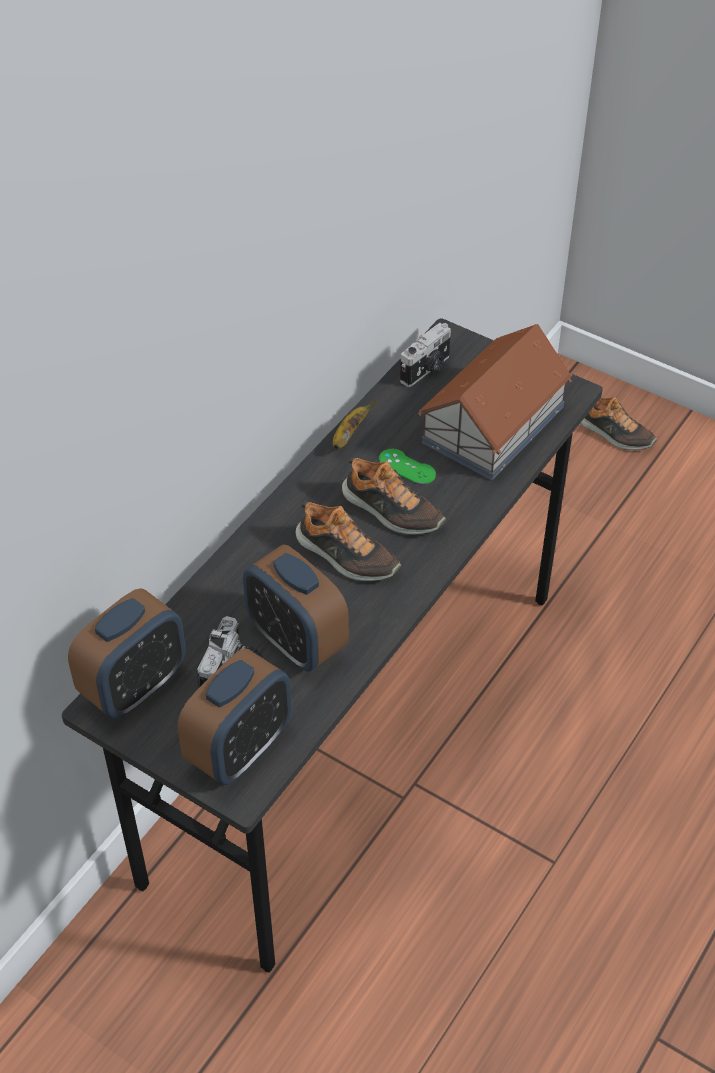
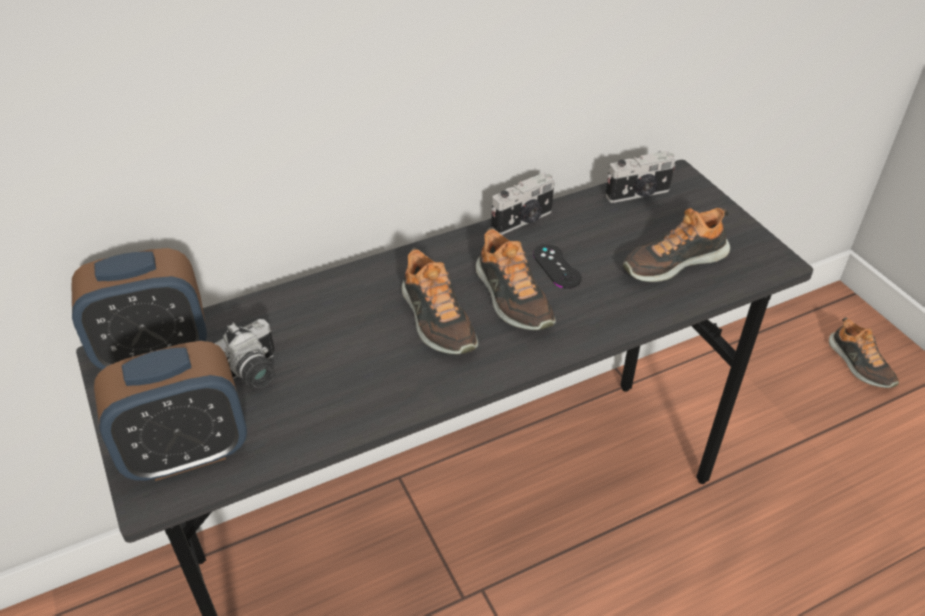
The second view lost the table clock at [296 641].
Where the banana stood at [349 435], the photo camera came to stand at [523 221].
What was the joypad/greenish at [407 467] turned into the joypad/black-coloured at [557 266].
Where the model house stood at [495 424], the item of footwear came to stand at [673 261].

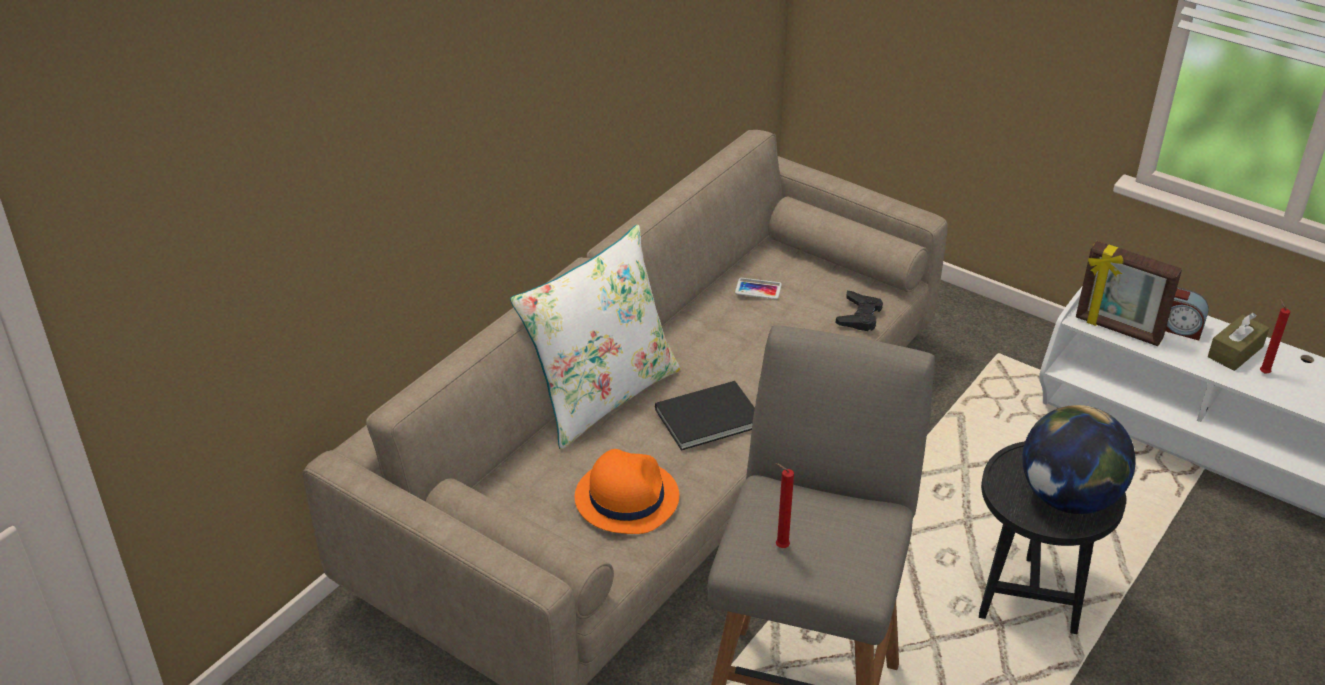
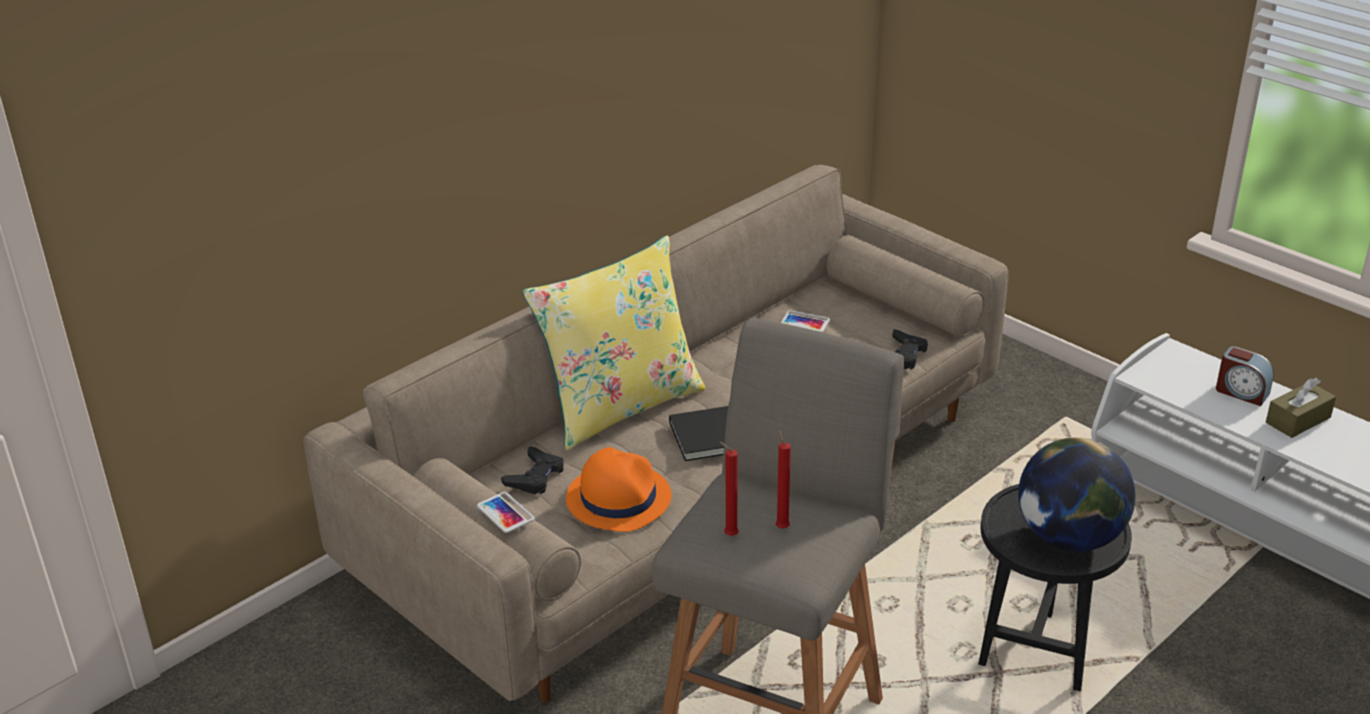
What was the pillow/white-coloured at [601 395] turned into the pillow/yellow-coloured at [620 406].
The second view lost the picture frame at [1118 329].
The wax candle/red-coloured ended up elsewhere, having gone from [1262 372] to [781 527].
The second view gained the phone at [505 513].
The second view gained the joypad/black-coloured at [535 476].

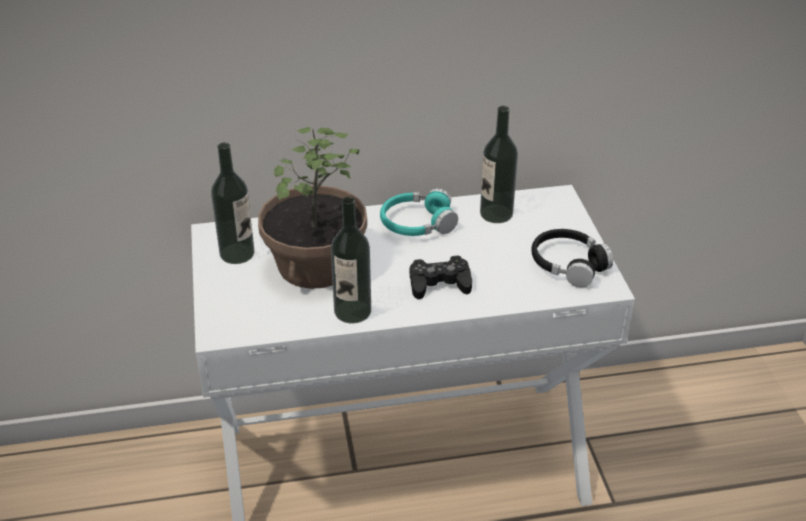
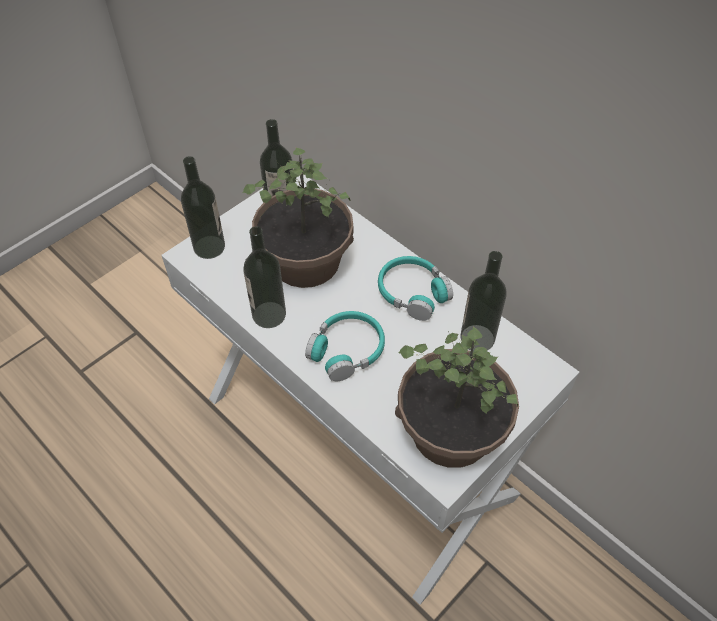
Where the joypad/black-coloured stood at [439 283], the headset/turquoise came to stand at [347 350].
Where the headset/black-coloured stood at [568 265], the potted plant came to stand at [451 430].
The second view gained the drink bottle at [209 247].

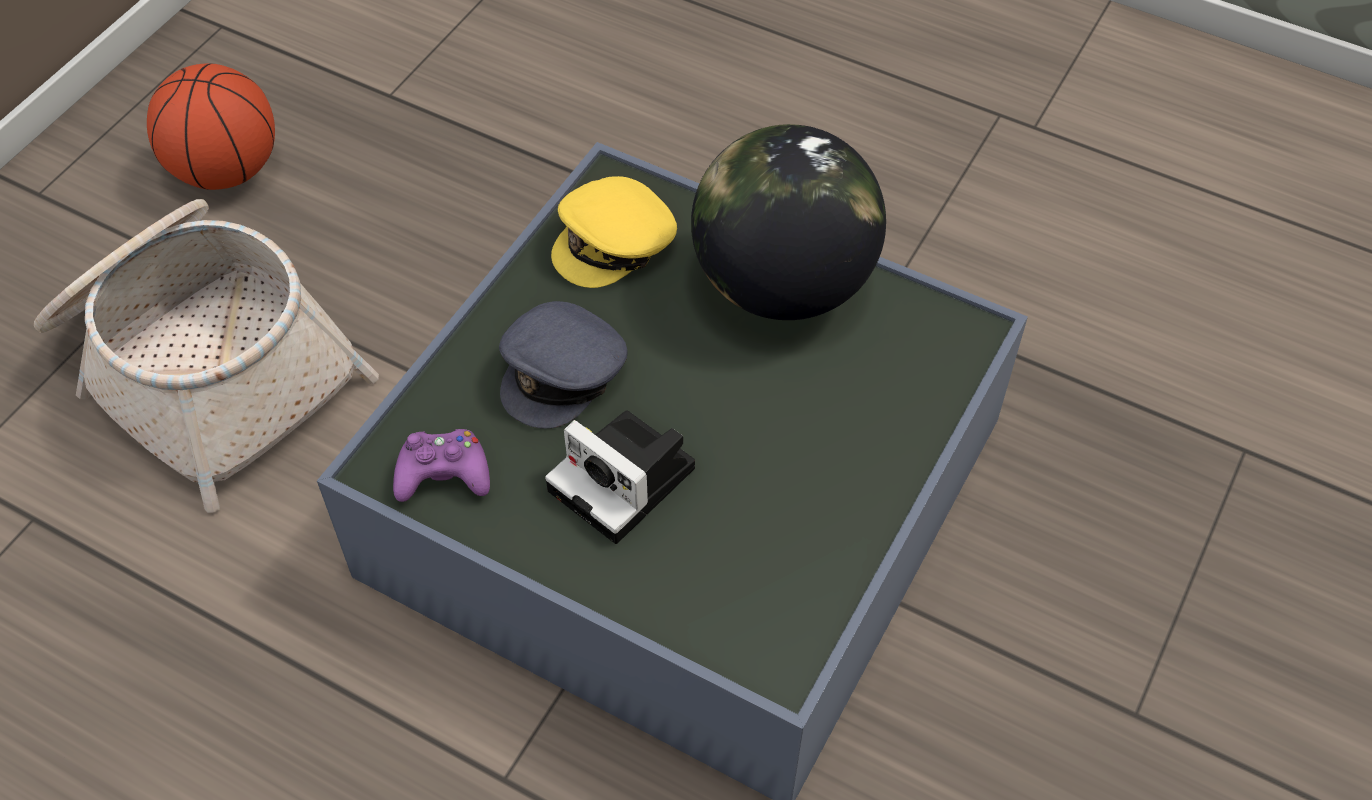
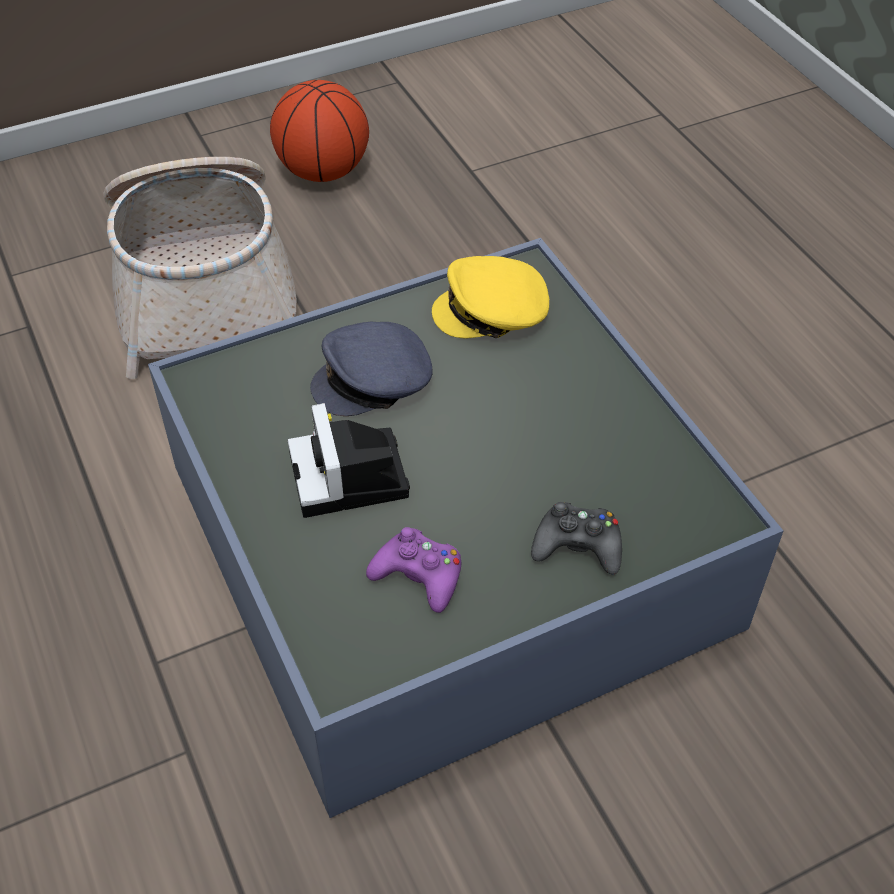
The joypad/purple ended up elsewhere, having gone from [443 473] to [419 575].
The second view lost the desk globe at [783 285].
The second view gained the joypad/black-coloured at [578 545].

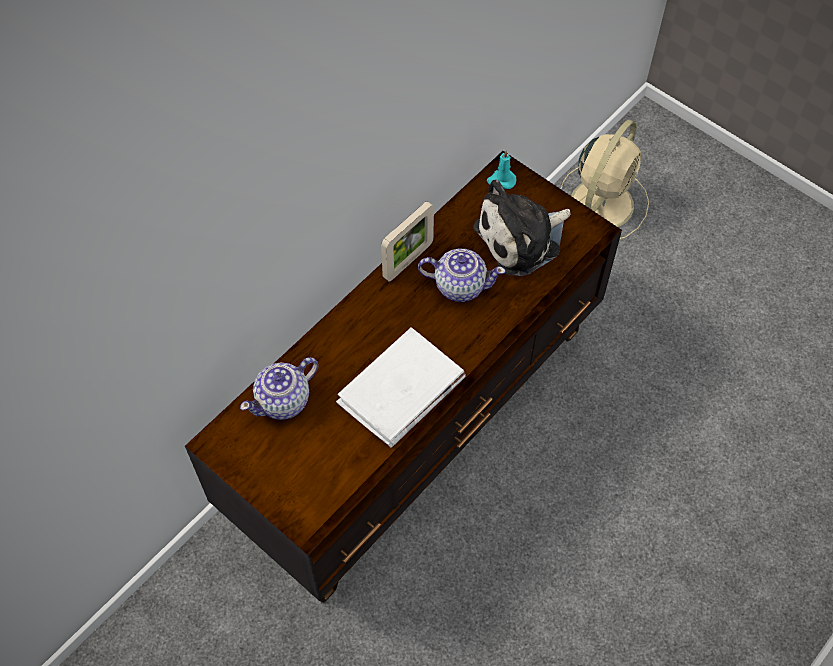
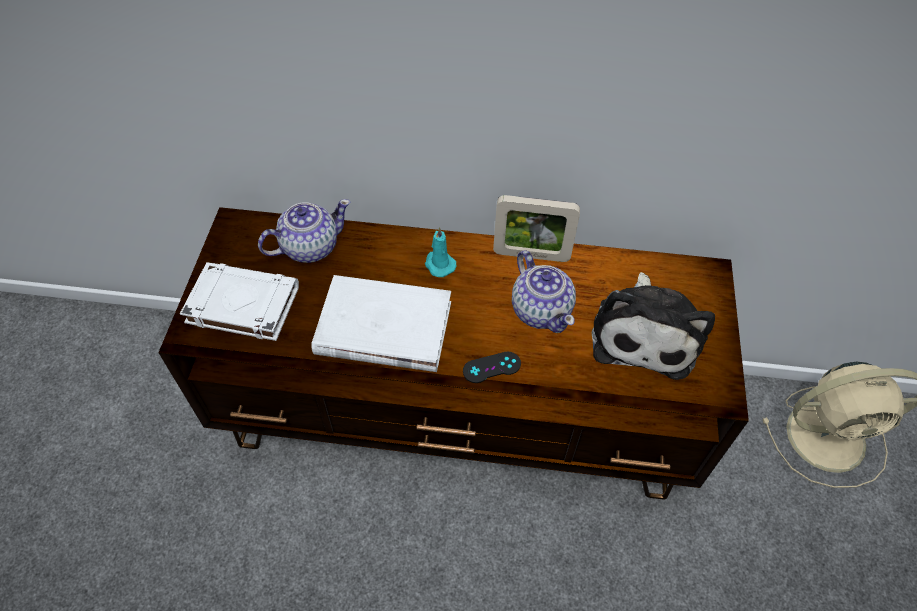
The tea pot at [284 400] ended up facing another way, 135 degrees clockwise from before.
The plush toy at [522 238] ended up facing another way, 105 degrees counterclockwise from before.
The wax candle/turquoise ended up elsewhere, having gone from [501 180] to [439 264].
The second view gained the volume/white-coloured at [241 305].
The second view gained the joypad/black-coloured at [491 367].

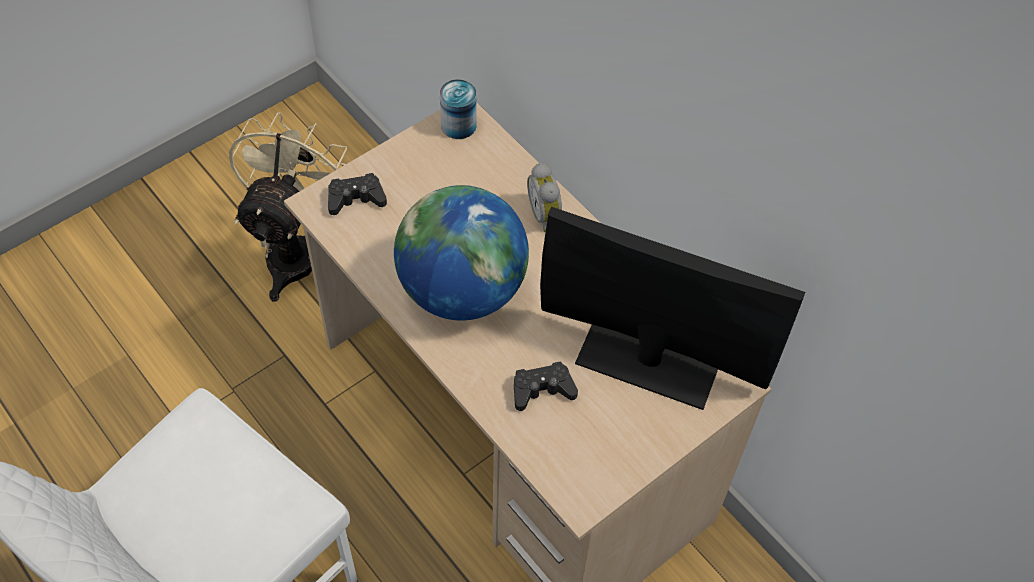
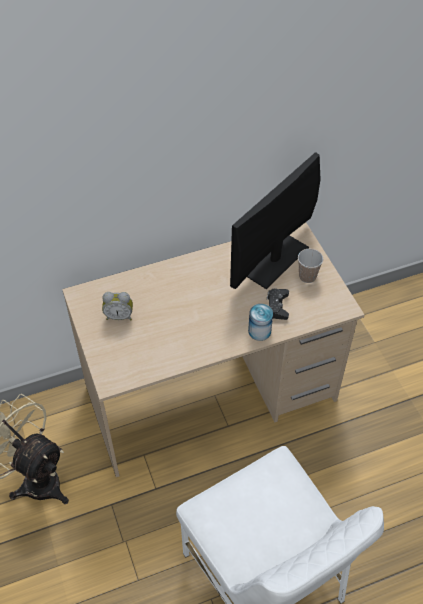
The second view lost the joypad/black-coloured at [356 199].
The second view lost the desk globe at [462 290].
The metal can ended up elsewhere, having gone from [458 125] to [259 331].
The table clock ended up elsewhere, having gone from [546 214] to [119 316].
The second view gained the small cup at [307 277].

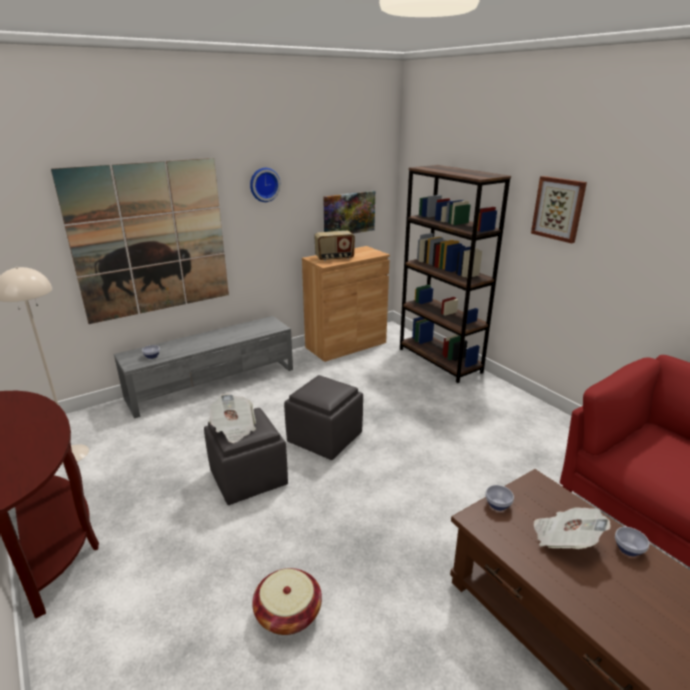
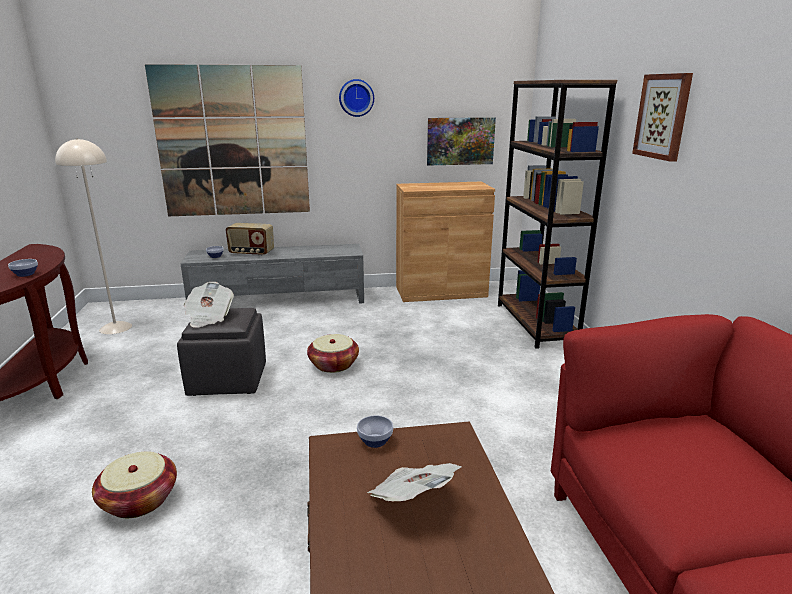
Where the footrest/grey stood at [324 437], the household basket came to stand at [333 365].
The radio set ended up elsewhere, having gone from [334 258] to [251 253].
The serving bowl ended up elsewhere, having gone from [627 549] to [25 274].

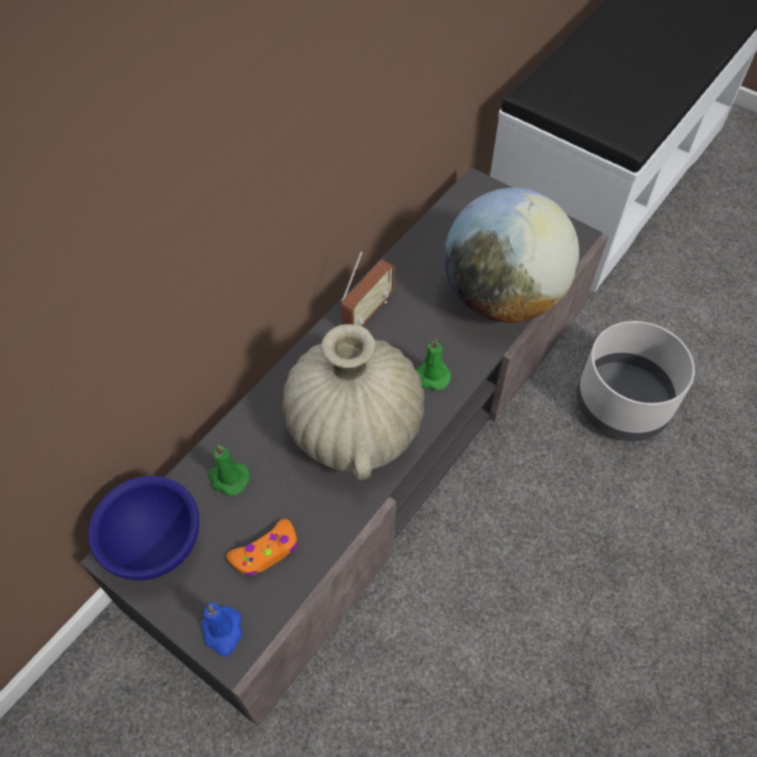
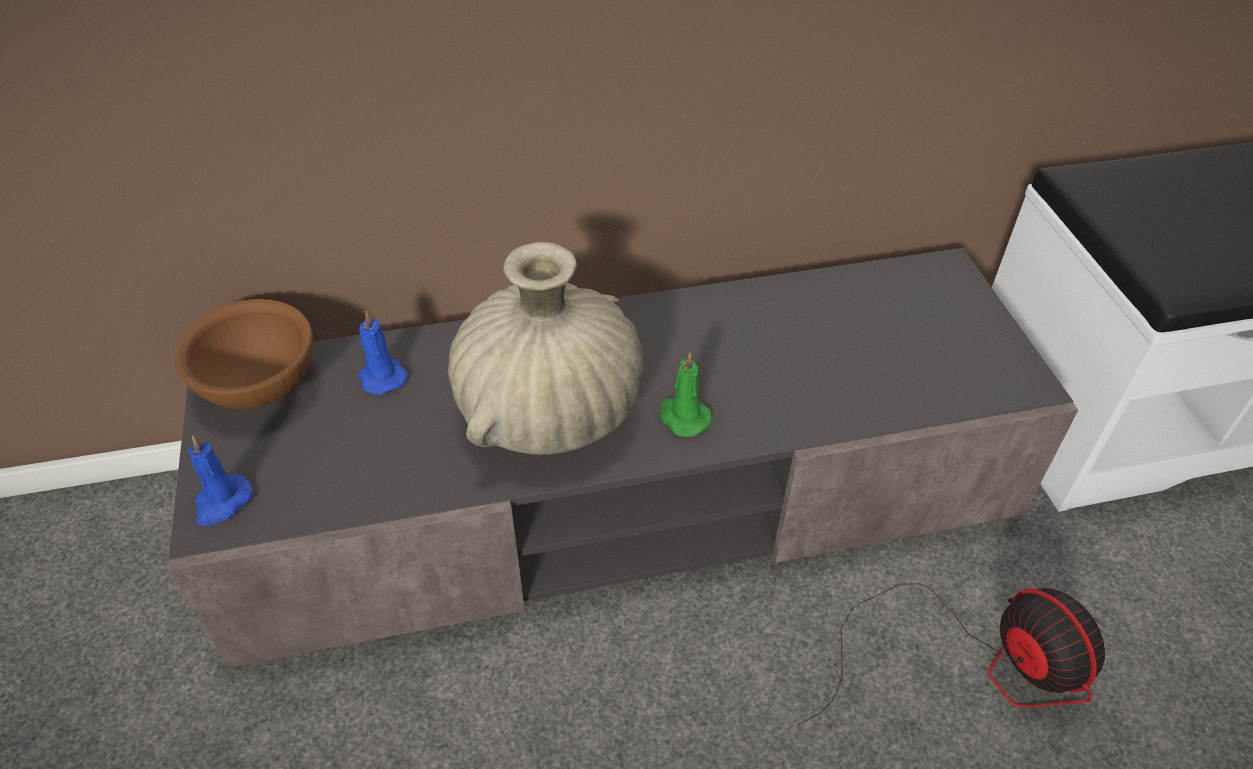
What was the serving bowl/blue-coloured at [154 543] turned into the serving bowl/brown-coloured at [260 385].
What was the wax candle/greenish at [228 478] turned into the wax candle/blue-coloured at [381 376].
The second view lost the joypad/orange-coloured at [266 552].
The second view lost the radio set at [368 312].
The second view lost the desk globe at [502 297].
Where the plant pot/grey stood at [623 404], the cooling fan came to stand at [972 661].

